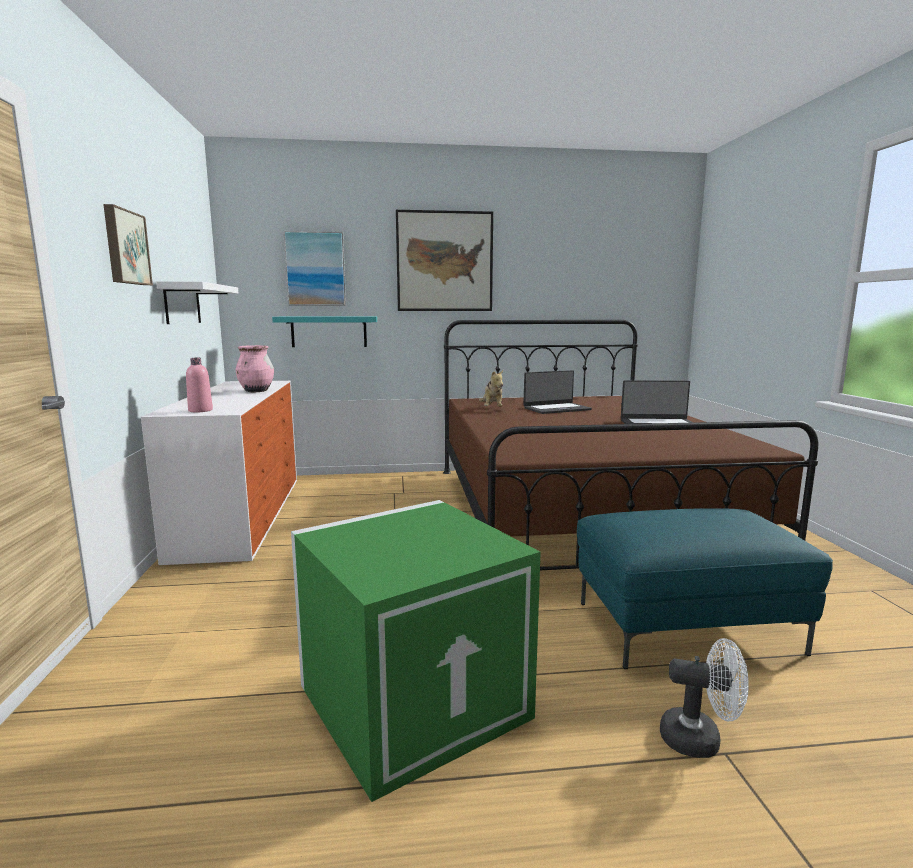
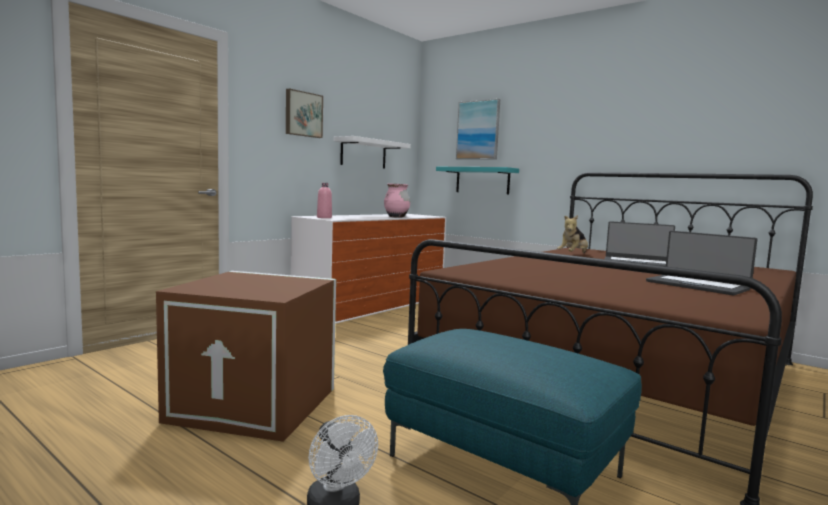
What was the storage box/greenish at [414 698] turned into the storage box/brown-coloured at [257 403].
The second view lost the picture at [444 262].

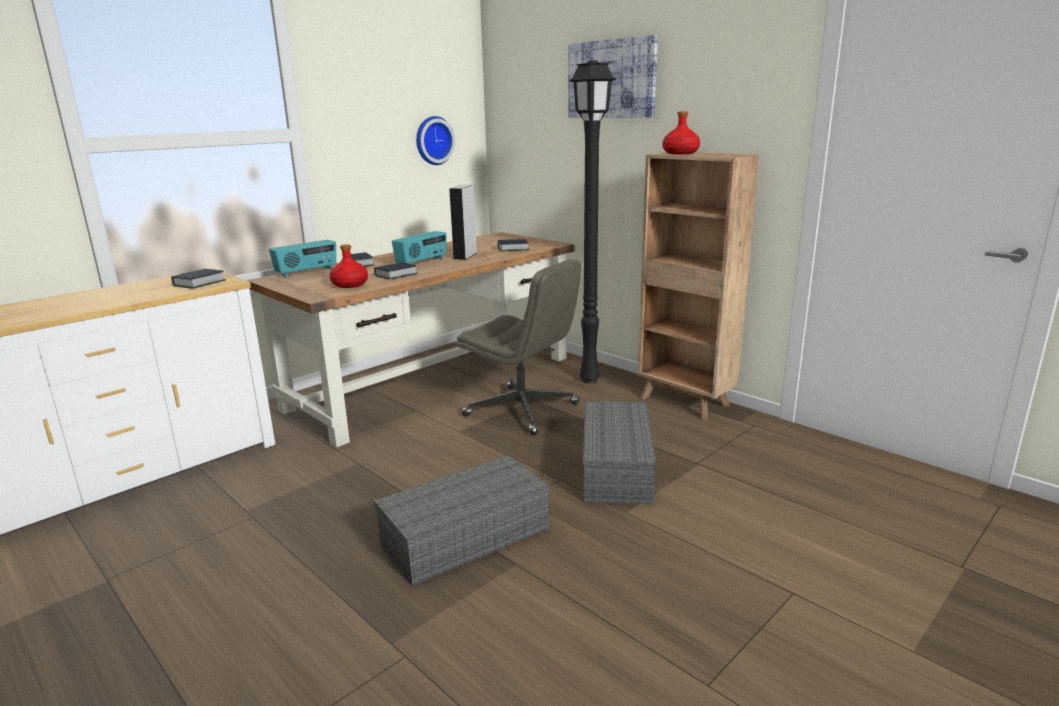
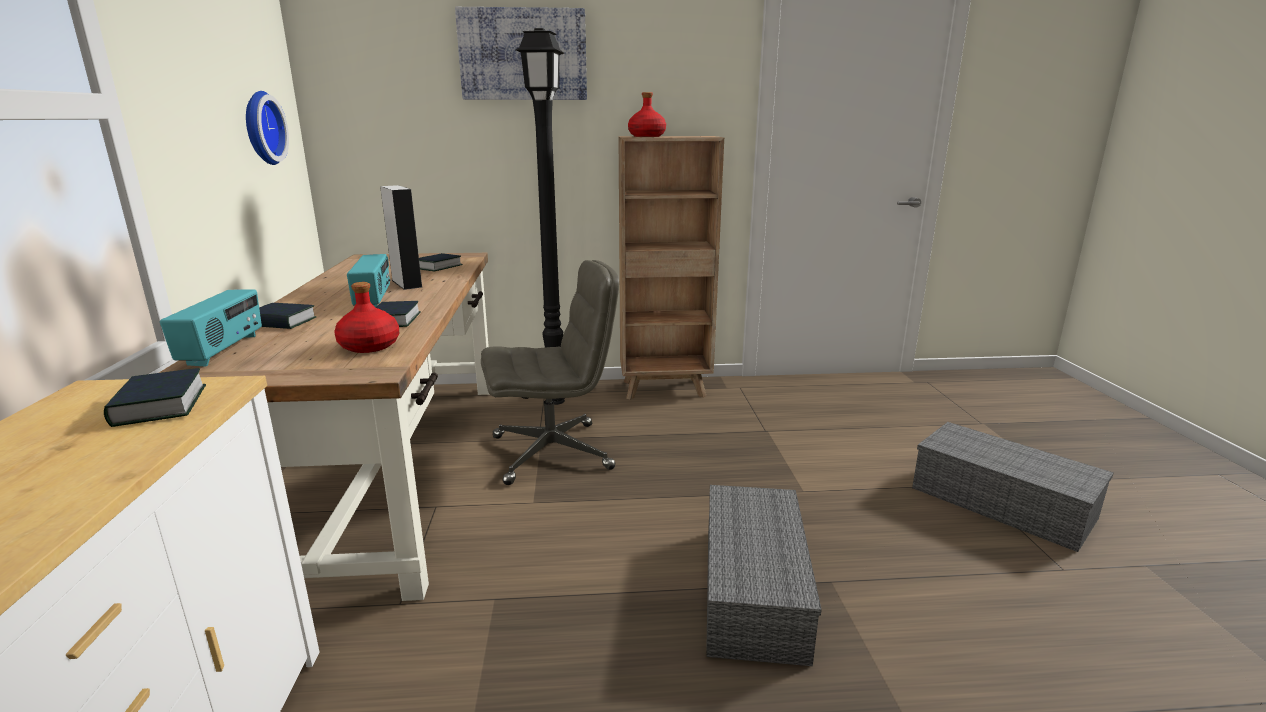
The storage box/grey ended up elsewhere, having gone from [618 469] to [1004 502].

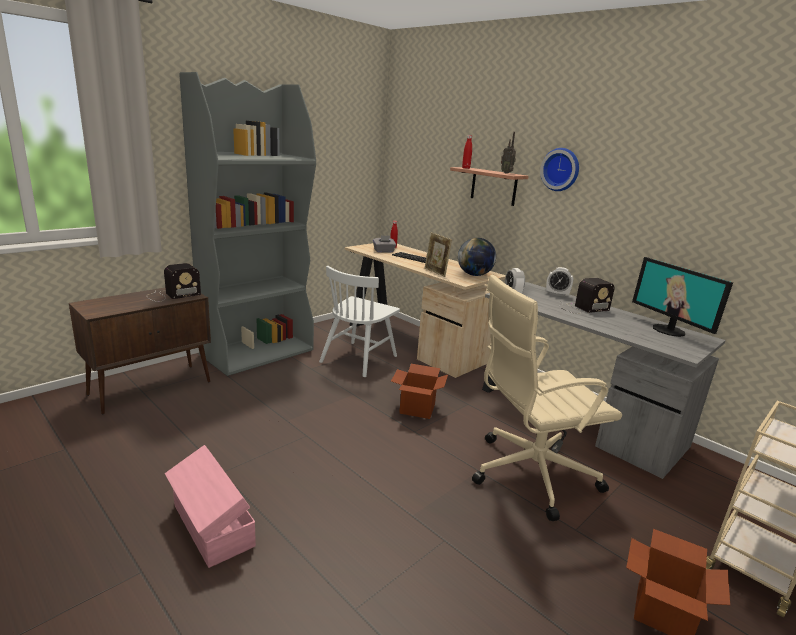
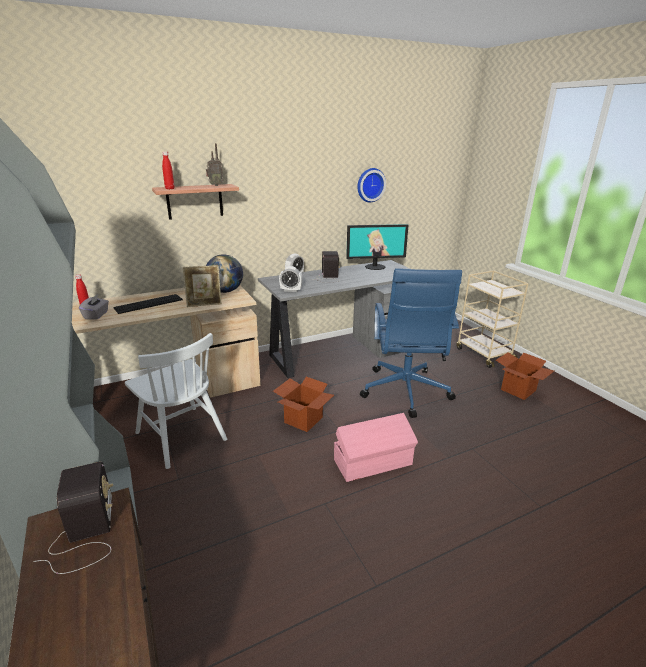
The storage box/pink-coloured ended up elsewhere, having gone from [212 527] to [374 462].
What was the office chair/beige-coloured at [529 474] turned into the office chair/blue-coloured at [405 392].
The clock on the wall ended up elsewhere, having gone from [561 169] to [370 185].

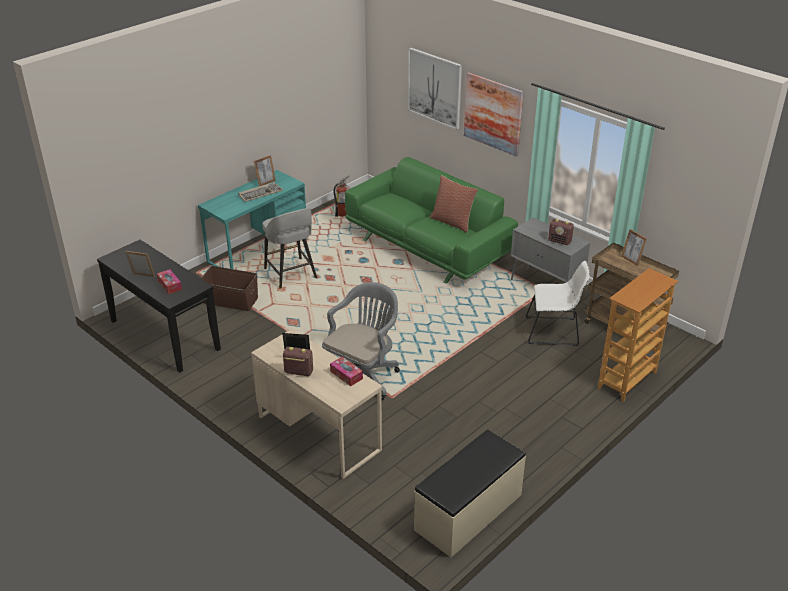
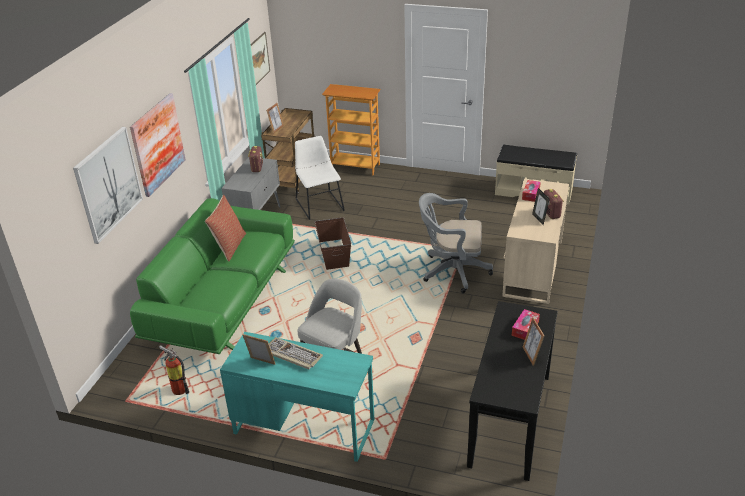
The storage box/brown-coloured ended up elsewhere, having gone from [230 300] to [333 254].
The second view gained the picture at [258 59].

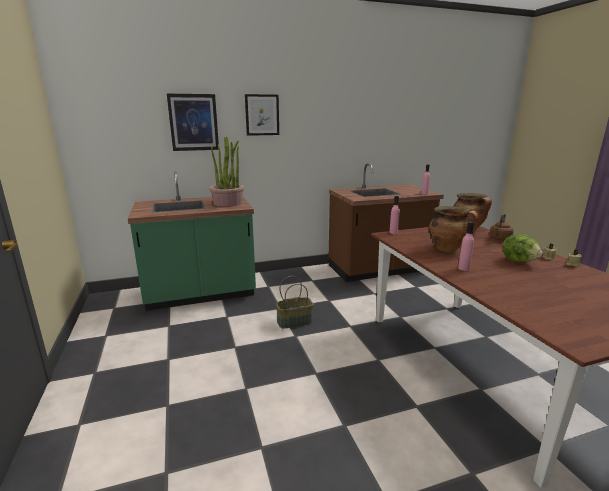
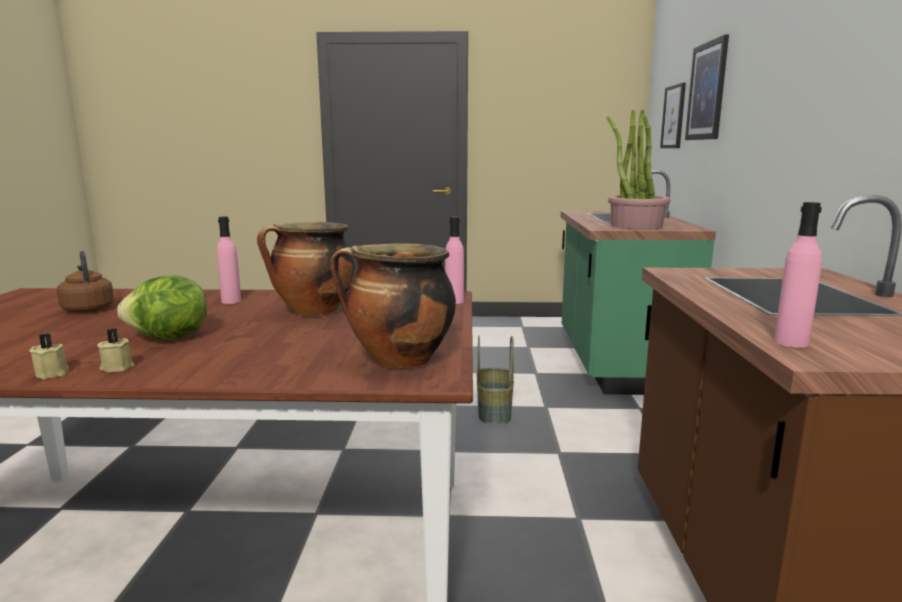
The picture ended up elsewhere, having gone from [262 115] to [673 117].
The water kettle/brown-coloured ended up elsewhere, having gone from [499 239] to [88 309].

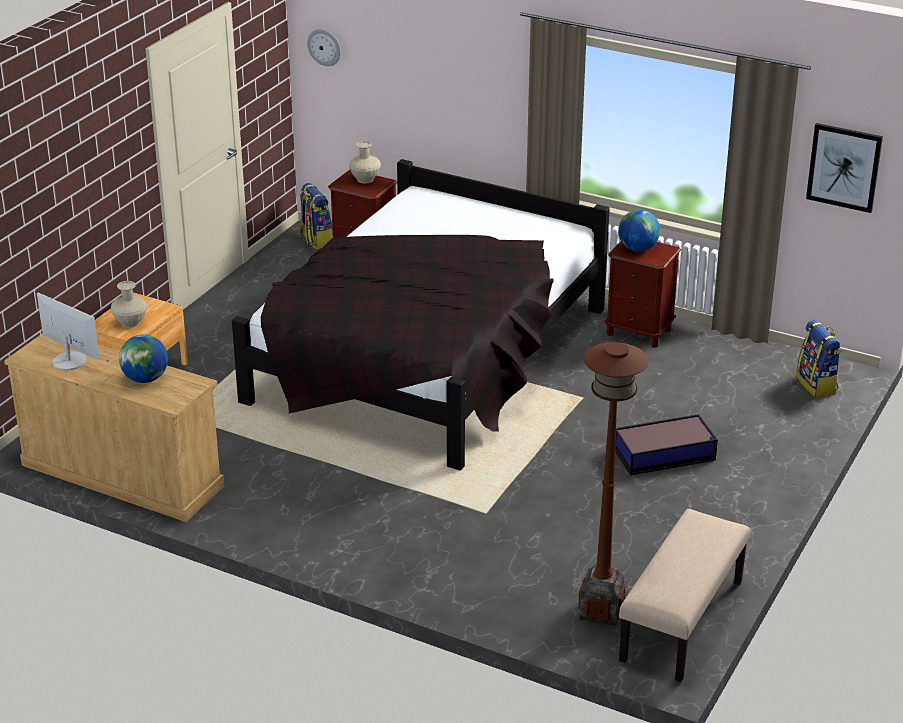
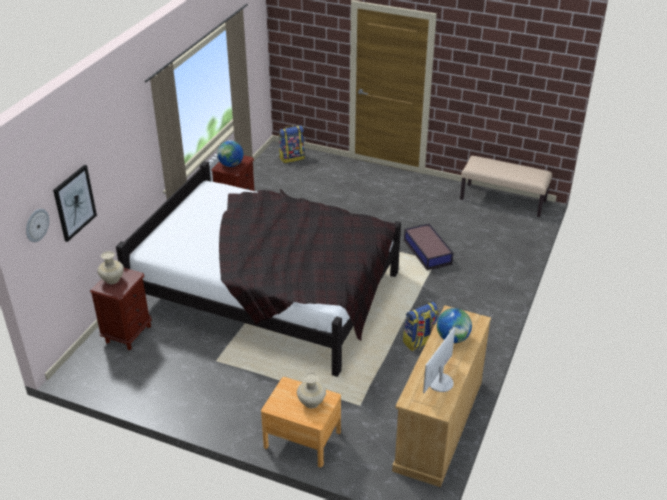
The backpack ended up elsewhere, having gone from [315 240] to [419 342].
The second view lost the standard lamp/brown-coloured at [600 611].
The storage box ended up elsewhere, having gone from [665 454] to [427 252].
The picture ended up elsewhere, having gone from [844 167] to [74 203].

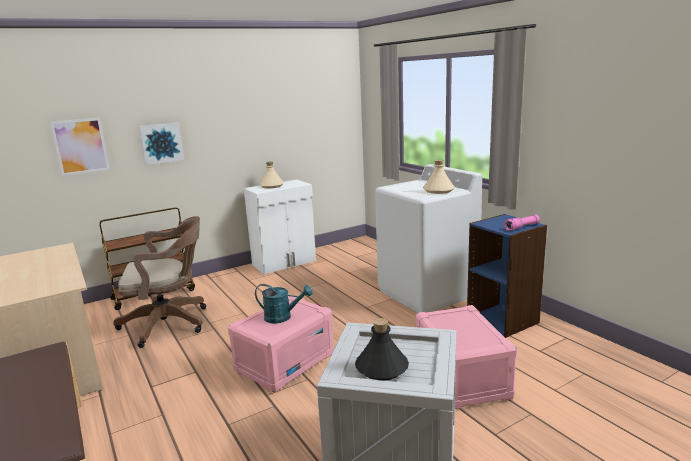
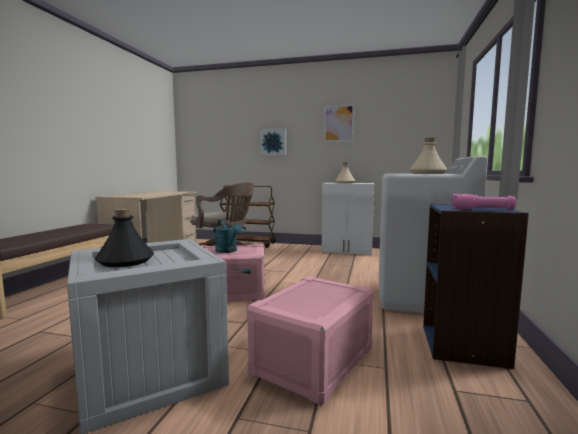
The picture ended up elsewhere, having gone from [80 146] to [338 123].

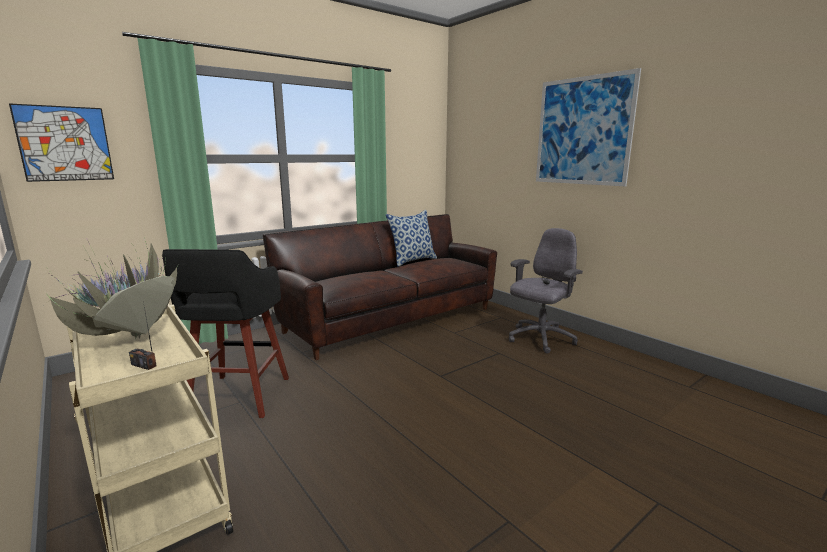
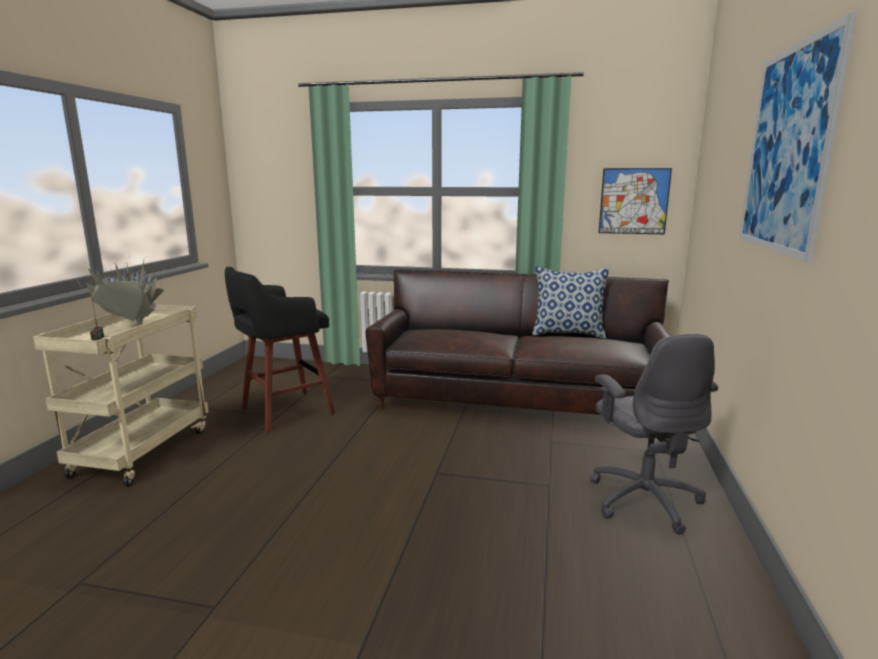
The picture ended up elsewhere, having gone from [65 144] to [634 201].
The office chair/grey at [540 339] ended up facing another way, 75 degrees clockwise from before.

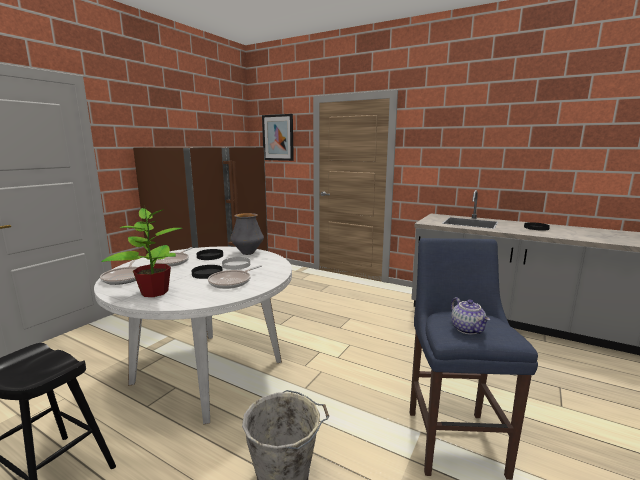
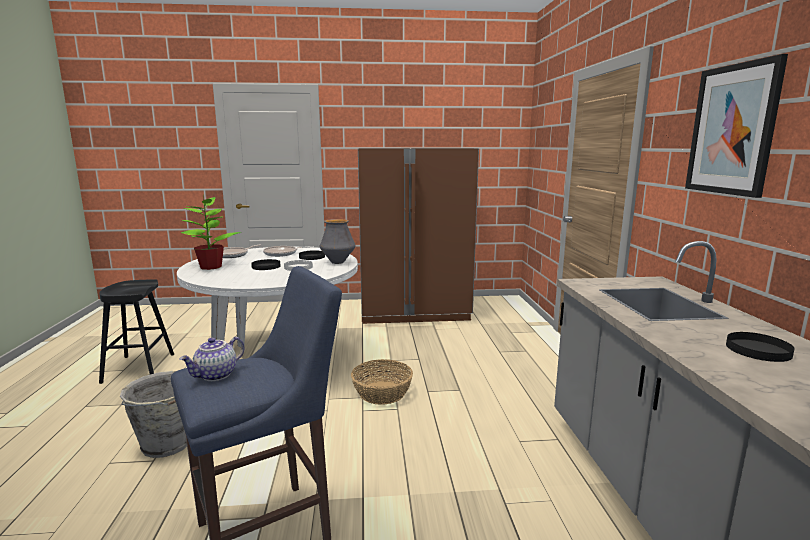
The second view lost the frying pan at [232 282].
The picture ended up elsewhere, having gone from [278 137] to [732 130].
The second view gained the household basket at [382 392].

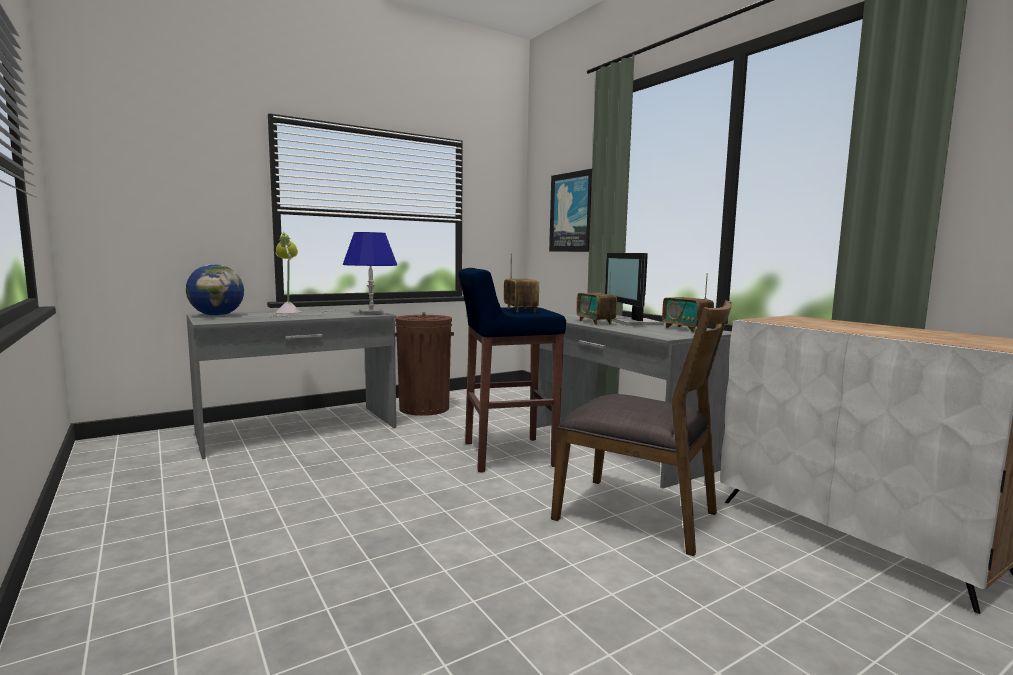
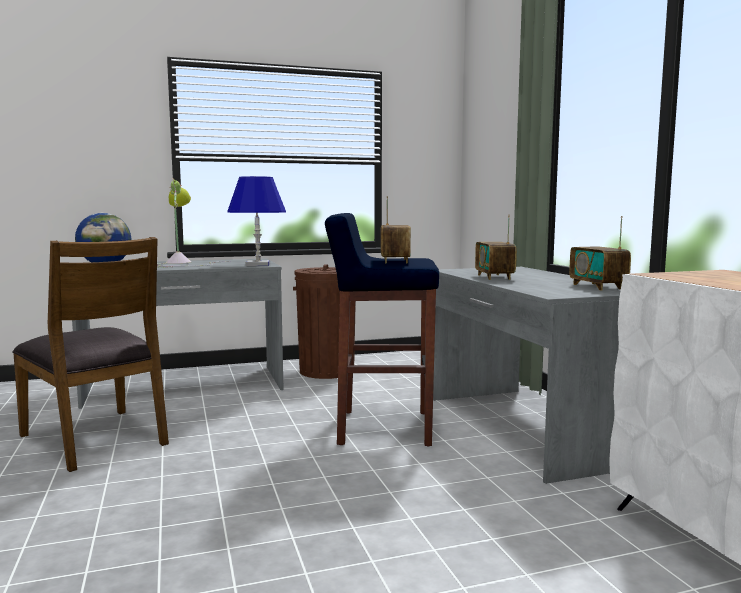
The second view lost the picture at [572 212].
The upright chair/brown-coloured ended up elsewhere, having gone from [637 514] to [96 439].
The second view lost the computer display at [635 323].

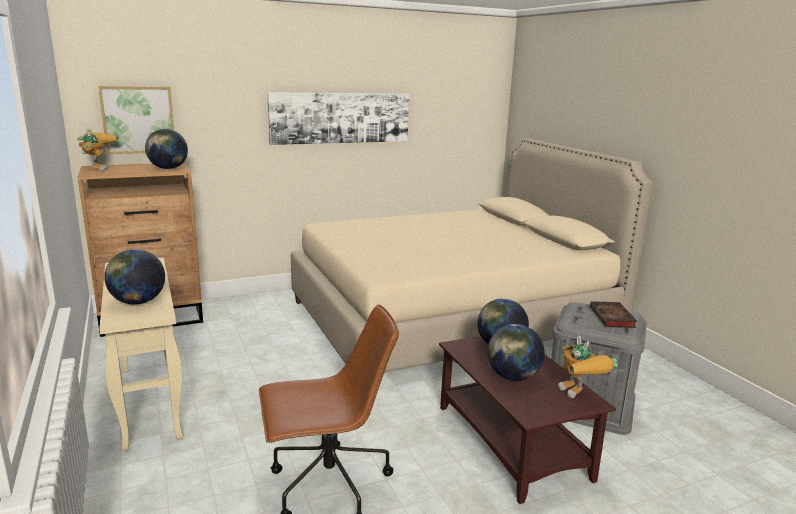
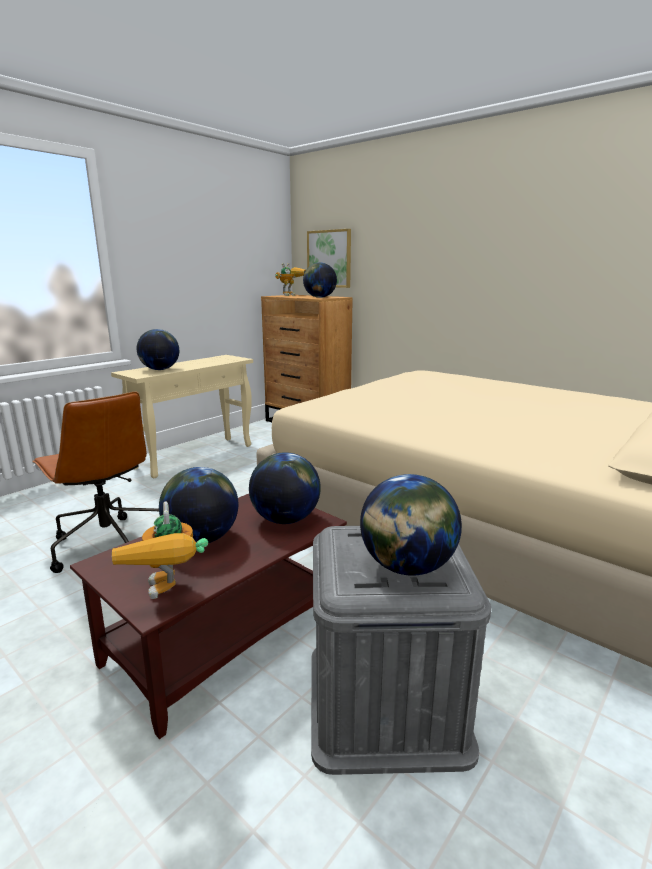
The second view lost the picture at [340 118].
The robot figure at [580 395] ended up facing another way, 60 degrees counterclockwise from before.
Where the volume stood at [613 318], the desk globe came to stand at [407 567].

